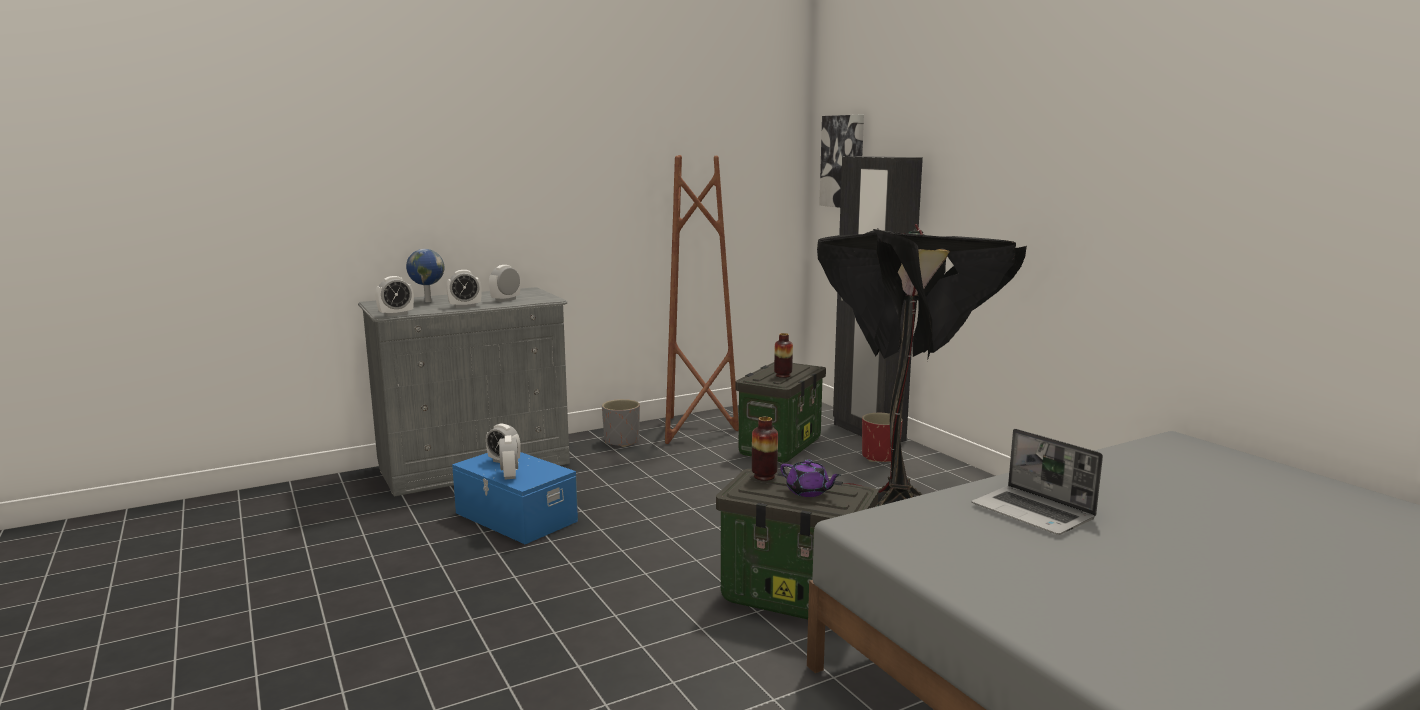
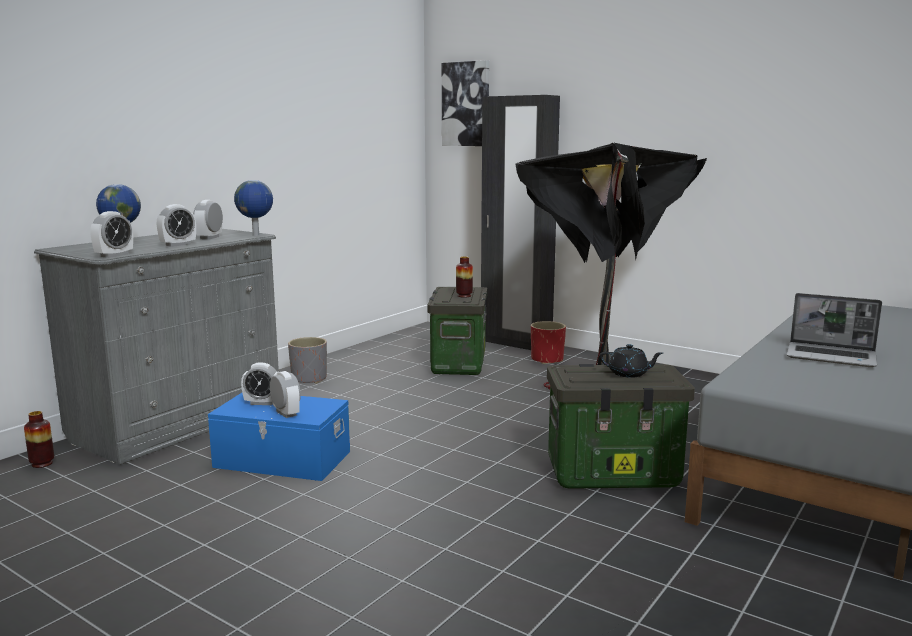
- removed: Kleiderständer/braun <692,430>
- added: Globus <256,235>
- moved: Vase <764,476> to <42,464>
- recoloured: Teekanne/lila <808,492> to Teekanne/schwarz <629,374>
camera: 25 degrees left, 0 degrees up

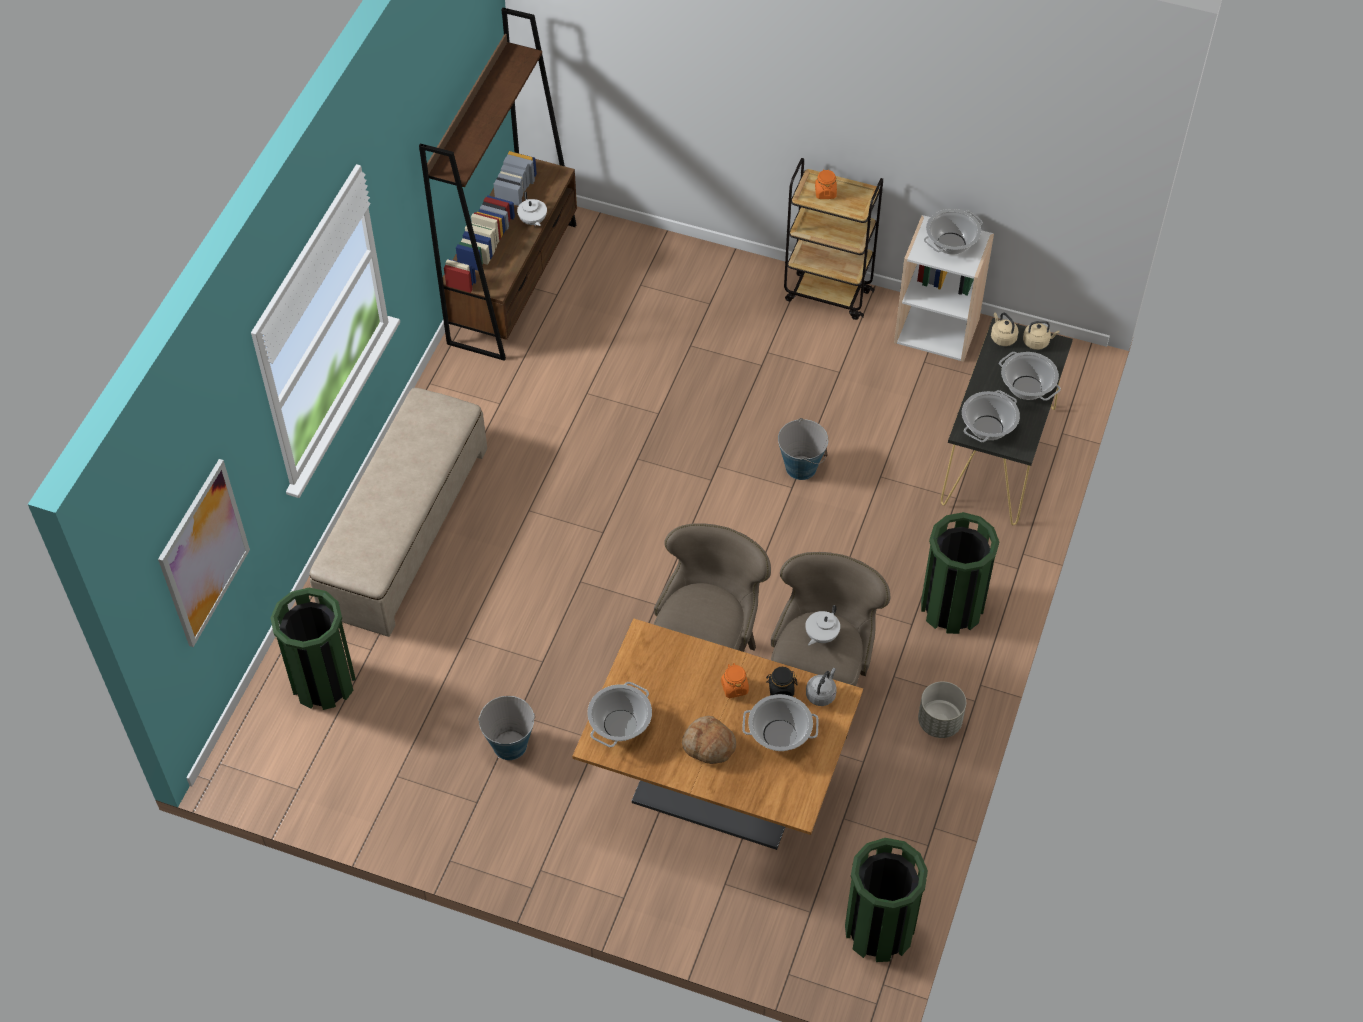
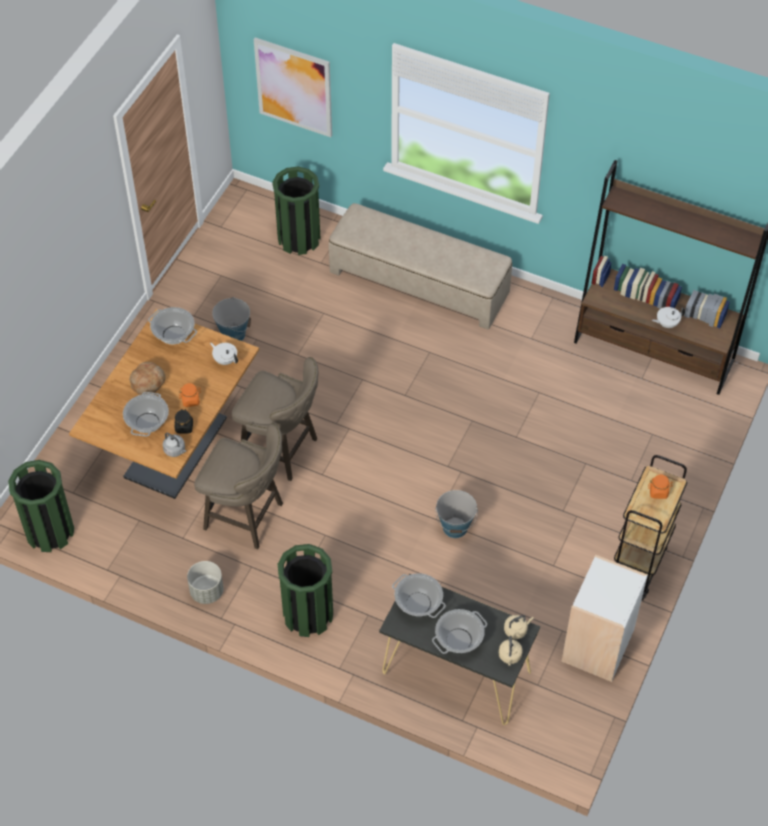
- removed: Kochtopf <951,243>
- moved: Teekanne/weiß <821,635> to <225,360>
camera: 95 degrees right, 0 degrees up

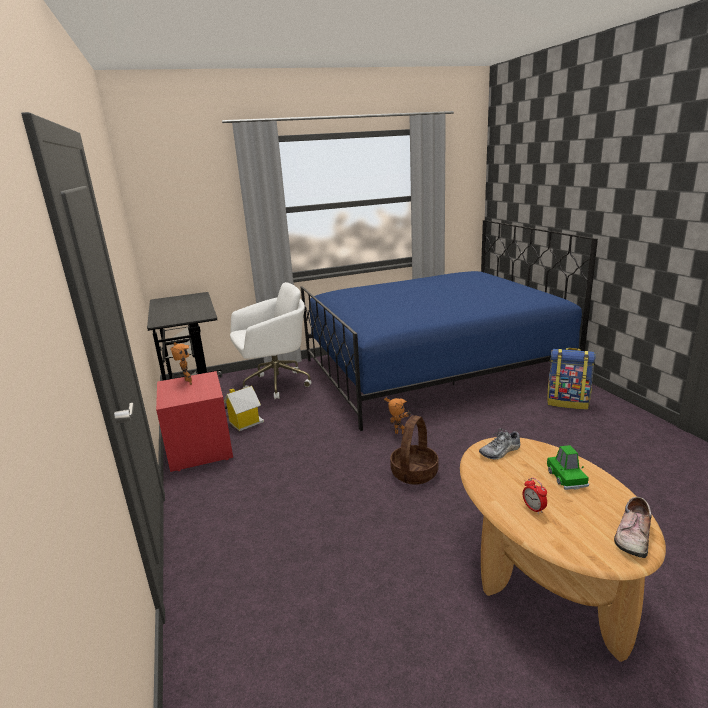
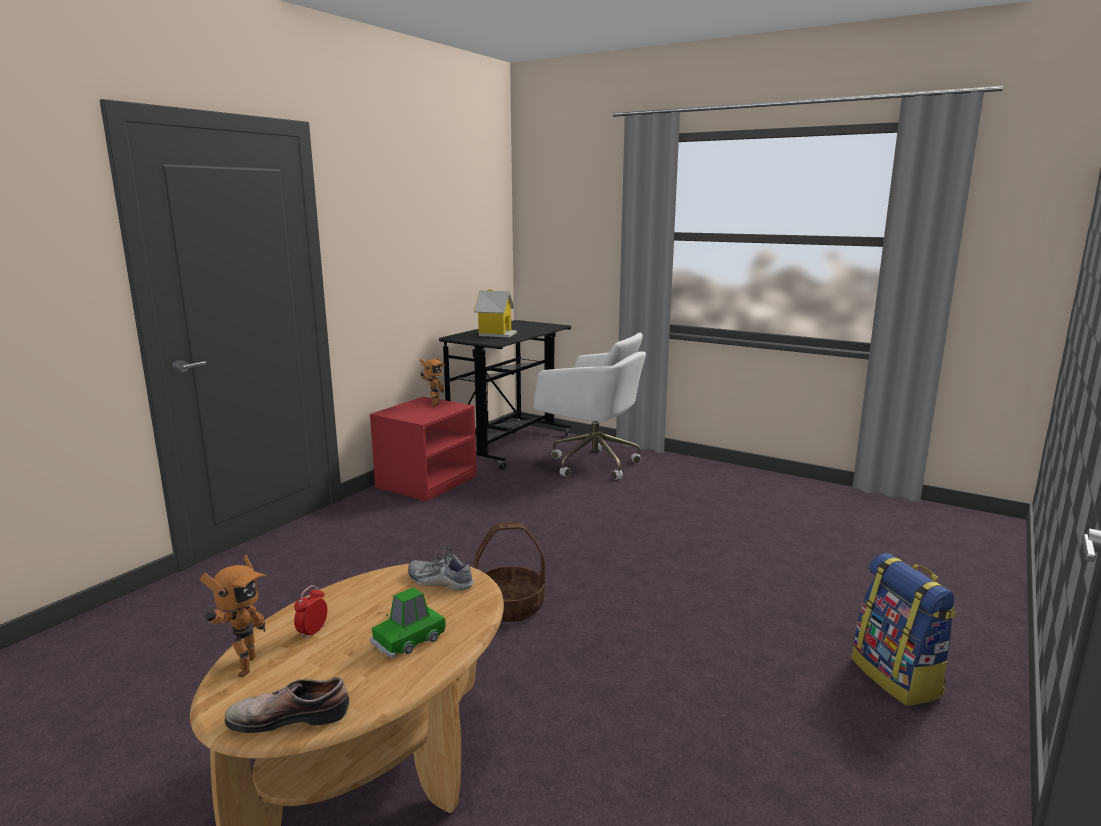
- removed: Bett/blau <434,369>
- moved: Spielzeughaus <245,422> to <496,334>
- moved: Spielzeugroboter <399,435> to <242,667>
camera: 50 degrees right, 5 degrees down

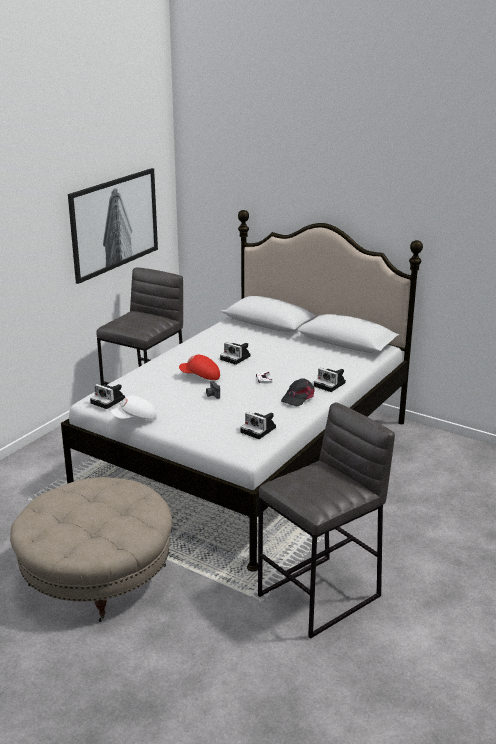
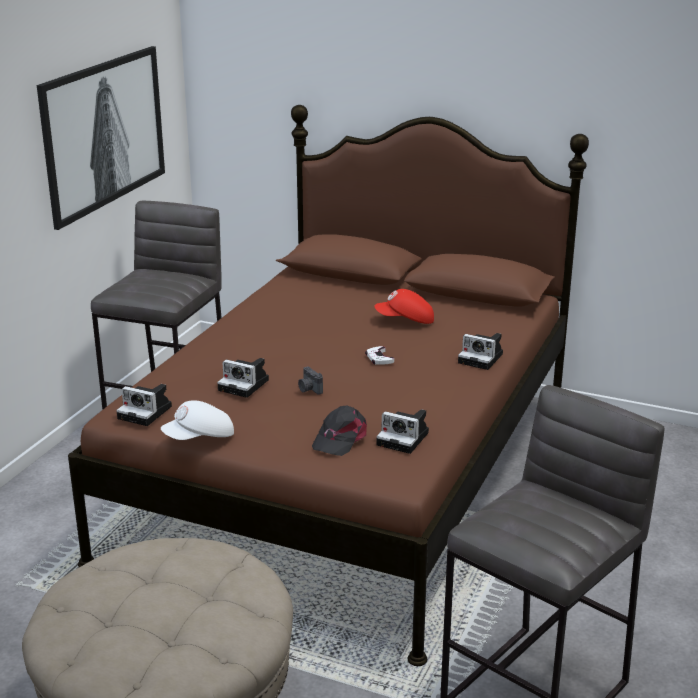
- moved: Kappe/rot <200,376> to <405,321>
- moved: Kamera <236,358> to <245,385>
- moved: Kappe/schwarz <298,397> to <340,438>
- recoloured: Bett/weiß <248,455> to Bett/braun <350,477>
camera: 10 degrees left, 0 degrees up

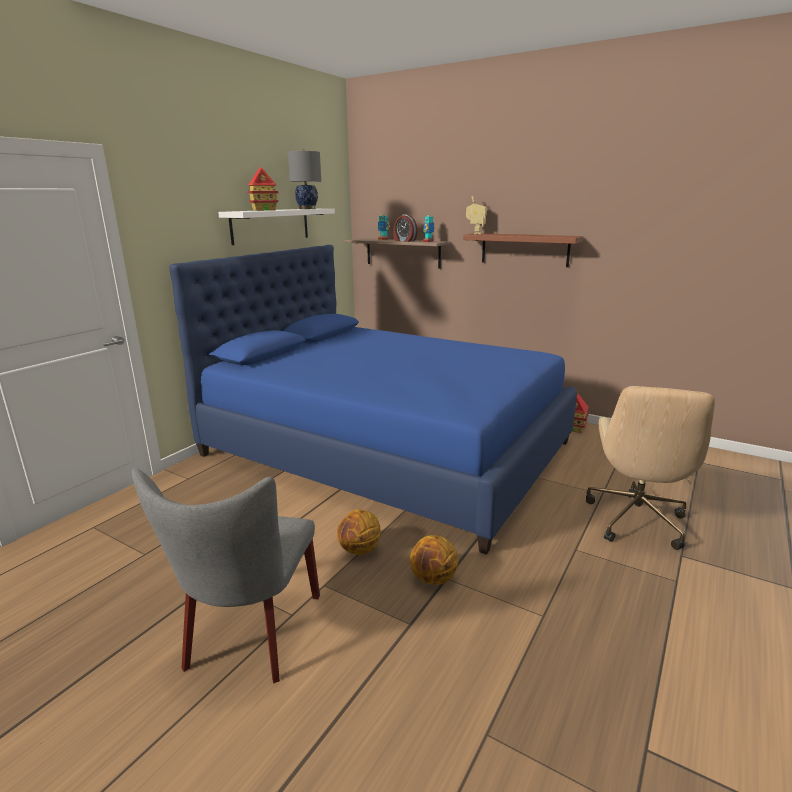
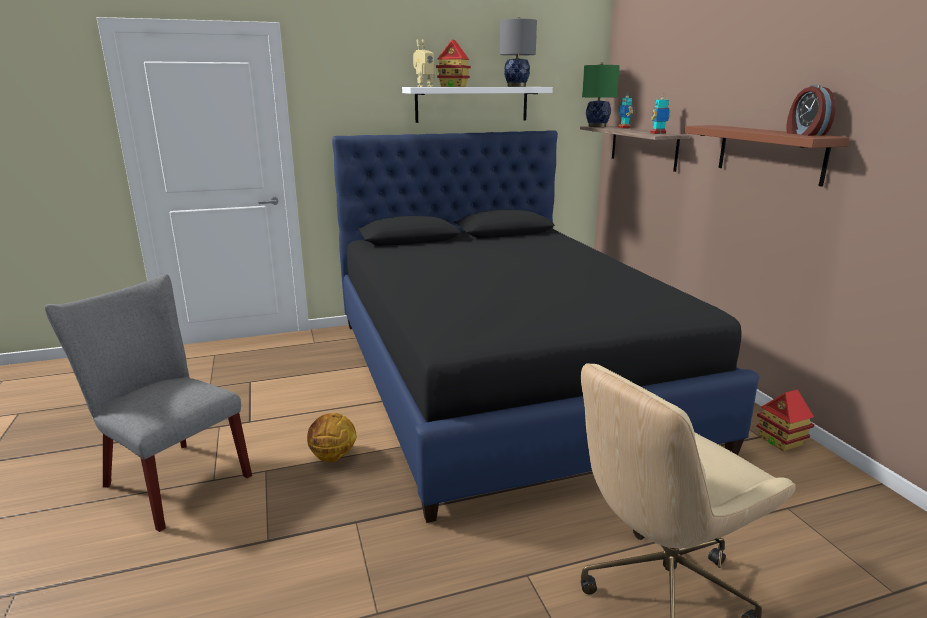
- removed: Basketball <433,579>
- added: Tischlampe/grün <597,126>
- moved: Wecker <404,241> to <805,134>
- moved: Spielzeugroboter <475,233> to <423,86>
- recoloured: Bett/blau <386,448> to Bett/schwarz <503,377>
- turned: Stuhl/grau <250,637> = <170,479> 75 degrees clockwise
camera: 40 degrees right, 0 degrees up

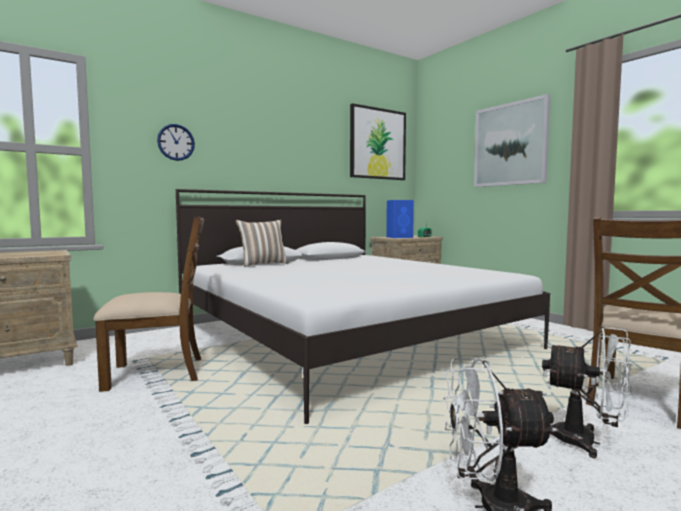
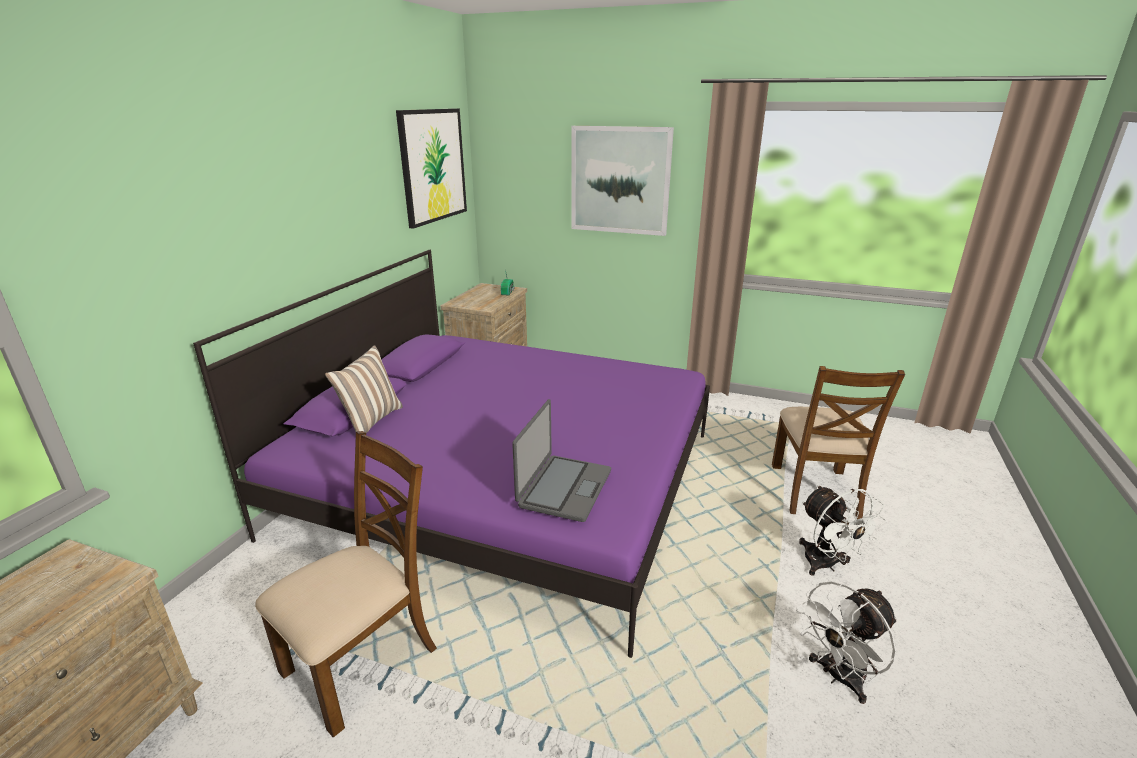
- removed: Wanduhr <176,142>
- removed: Lautsprecher/blau <400,237>
- added: Laptop <564,488>
- recoloured: Bett/weiß <347,337> to Bett/lila <507,482>
- turned: Ventilator/weiß <586,442> = <826,565> 75 degrees clockwise
camera: 35 degrees left, 20 degrees up

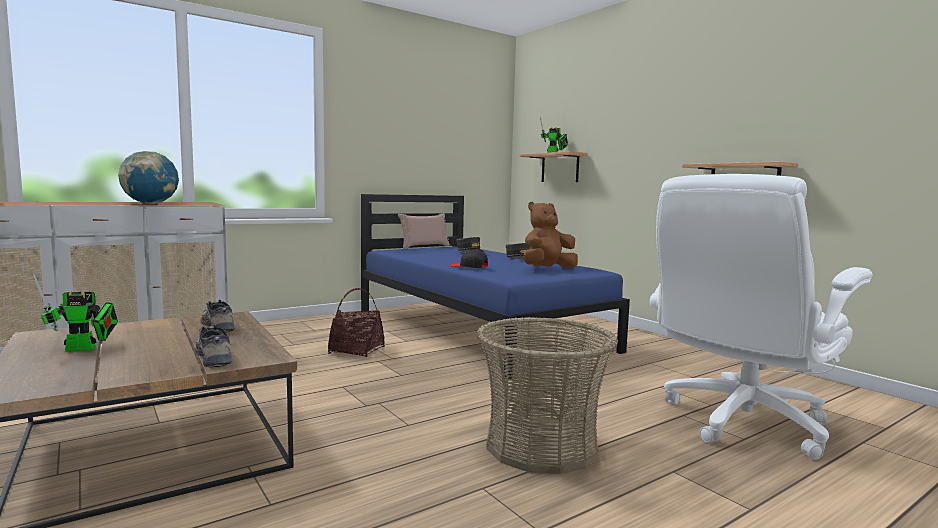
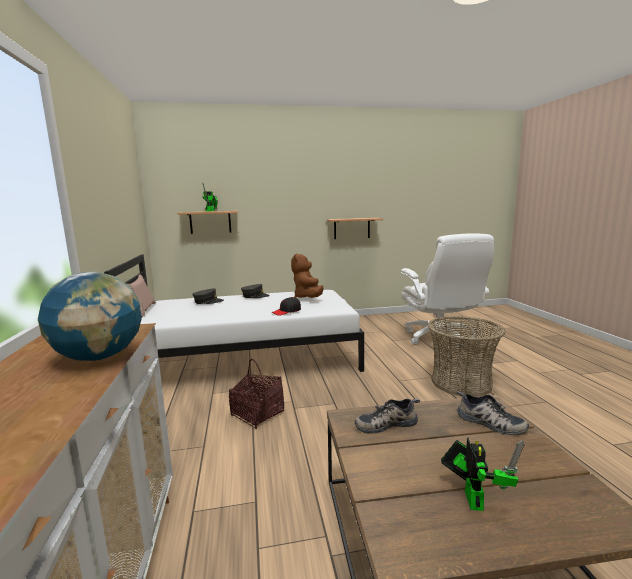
- recoloured: Bett/blau <477,329> to Bett/weiß <248,359>
- turned: Schuh <215,356> = <489,423> 135 degrees counterclockwise
camera: 65 degrees left, 5 degrees up

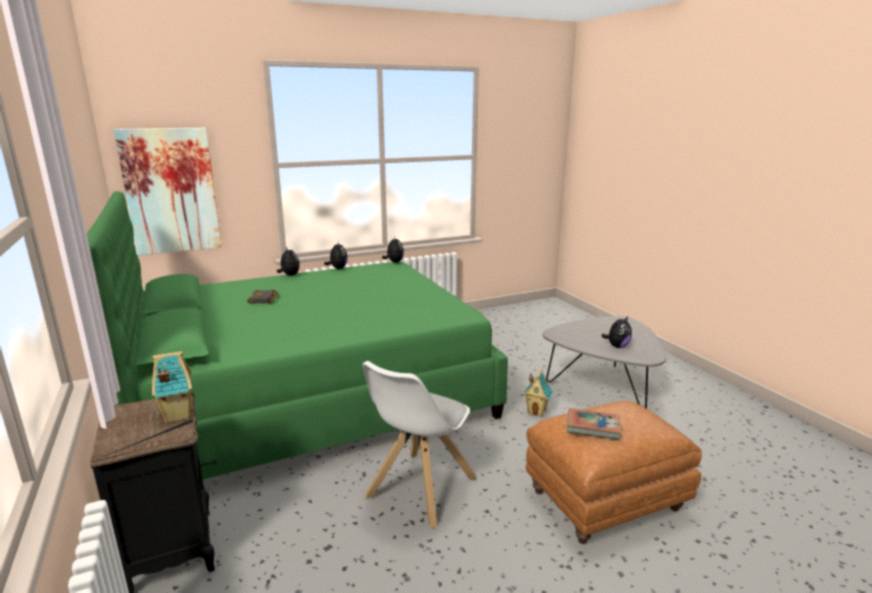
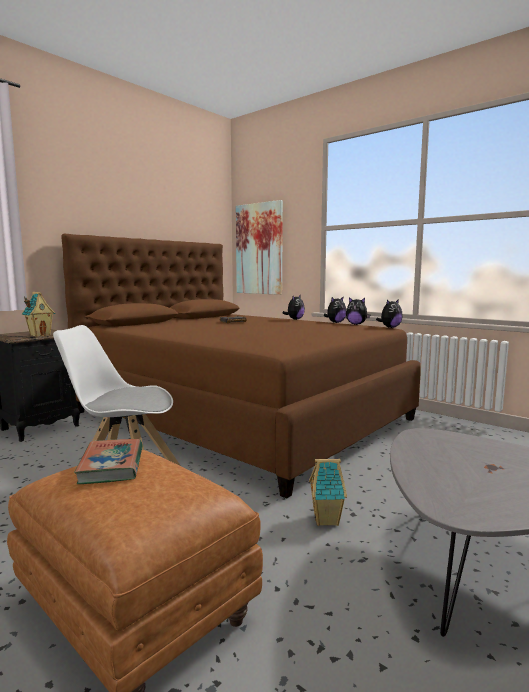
- moved: Plüschtier <617,346> to <356,324>
- recoloured: Bett/grün <312,396> to Bett/braun <241,415>
camera: 65 degrees right, 10 degrees down

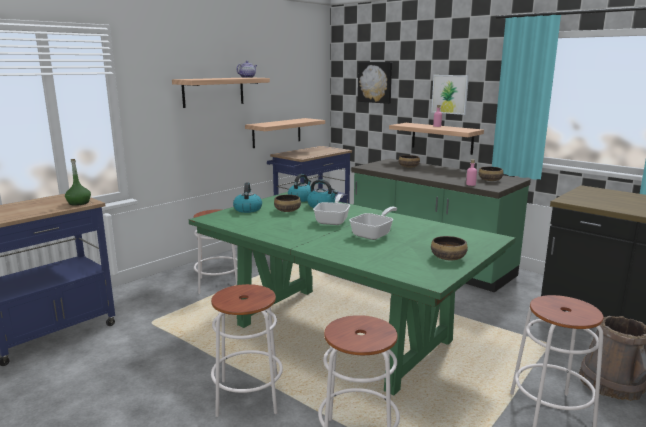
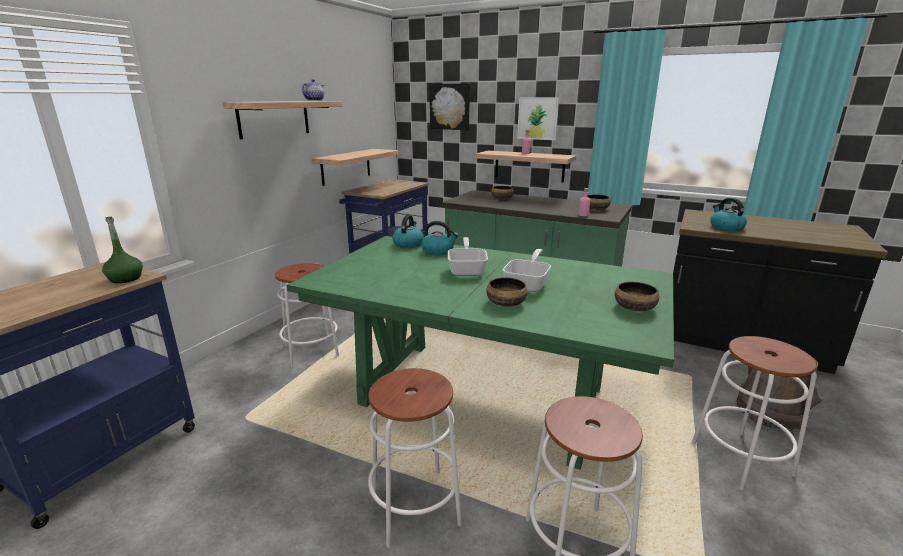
- moved: Wasserkessel <247,209> to <725,227>
- moved: Schüssel <287,210> to <506,302>
camera: 15 degrees left, 5 degrees up

